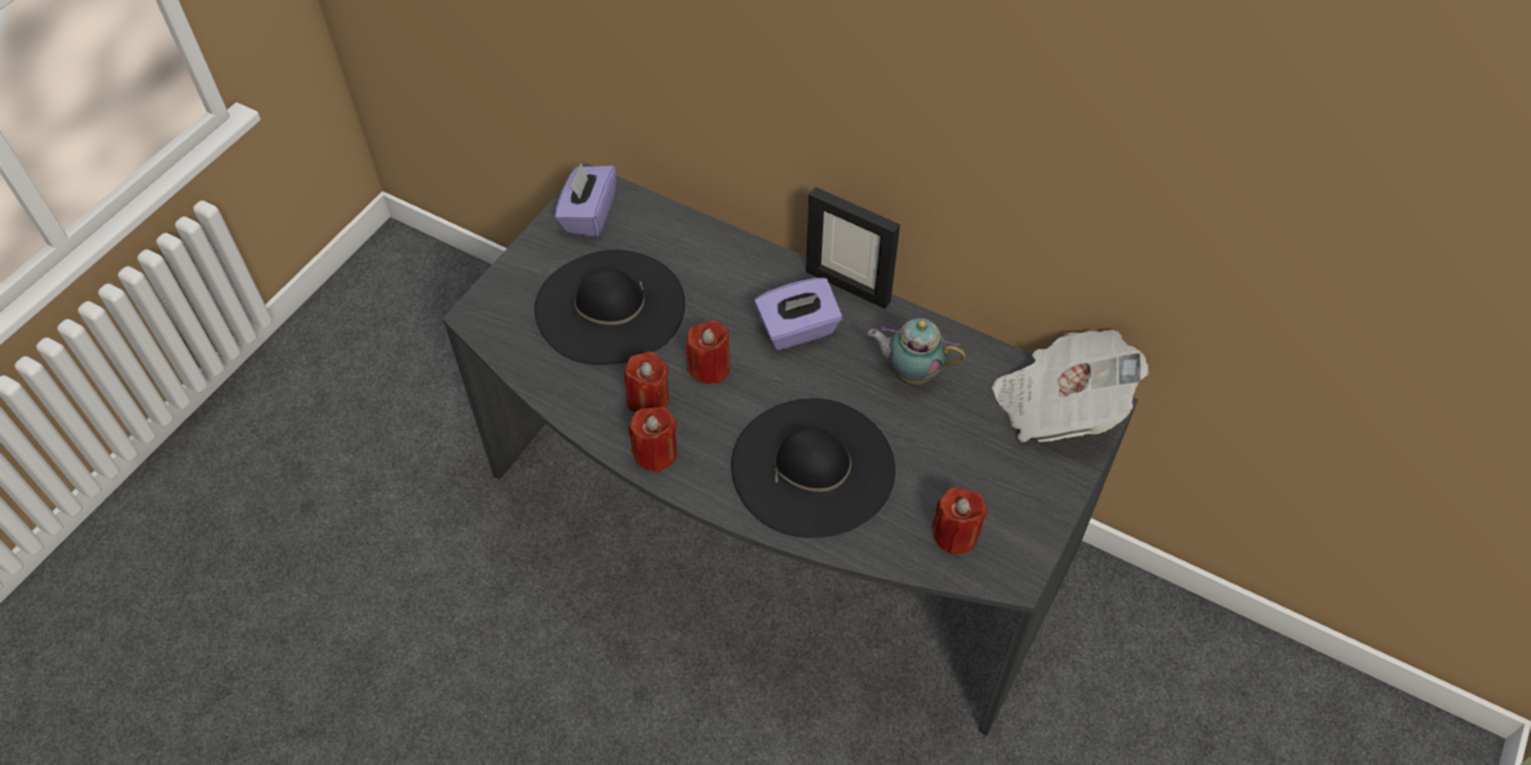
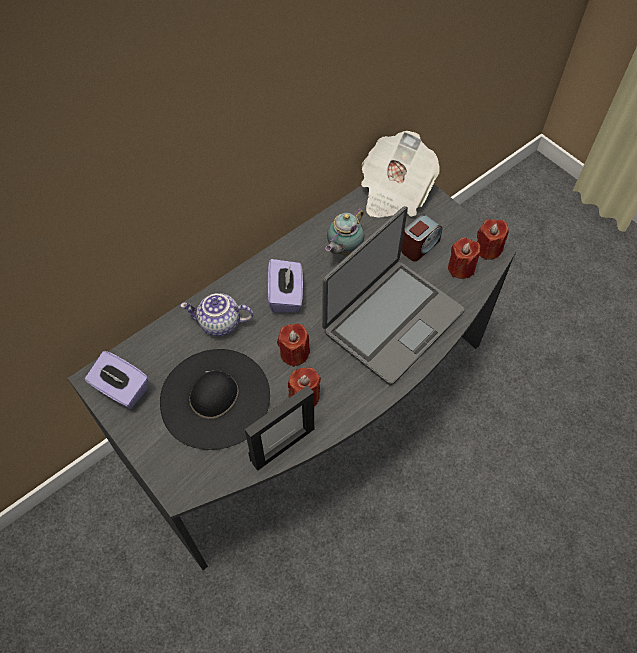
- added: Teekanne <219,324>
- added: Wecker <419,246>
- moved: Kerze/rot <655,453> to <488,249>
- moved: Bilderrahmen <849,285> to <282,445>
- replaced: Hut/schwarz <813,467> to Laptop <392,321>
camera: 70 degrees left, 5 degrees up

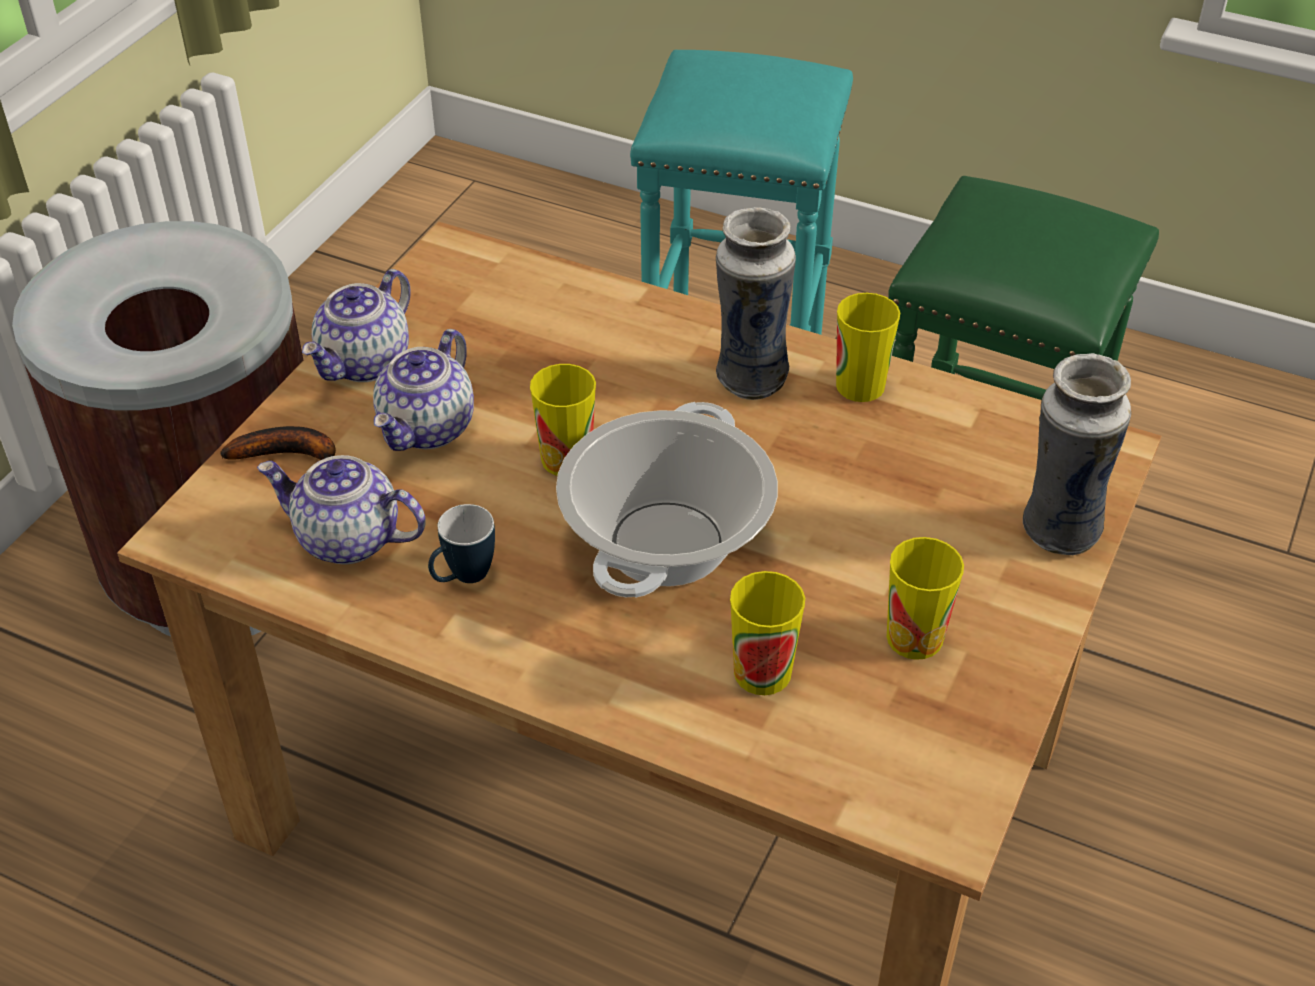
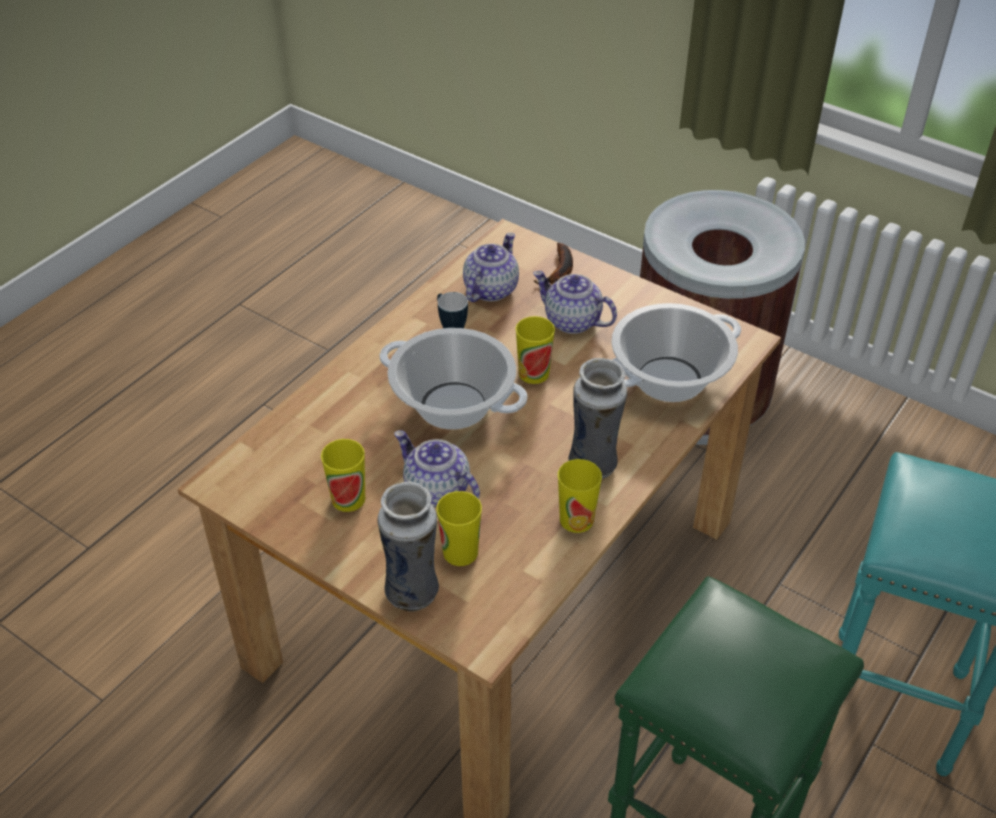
- added: Kochtopf <669,379>
- moved: Teekanne <365,363> to <436,490>
- moved: Tasse <762,672> to <460,552>
camera: 100 degrees right, 0 degrees up

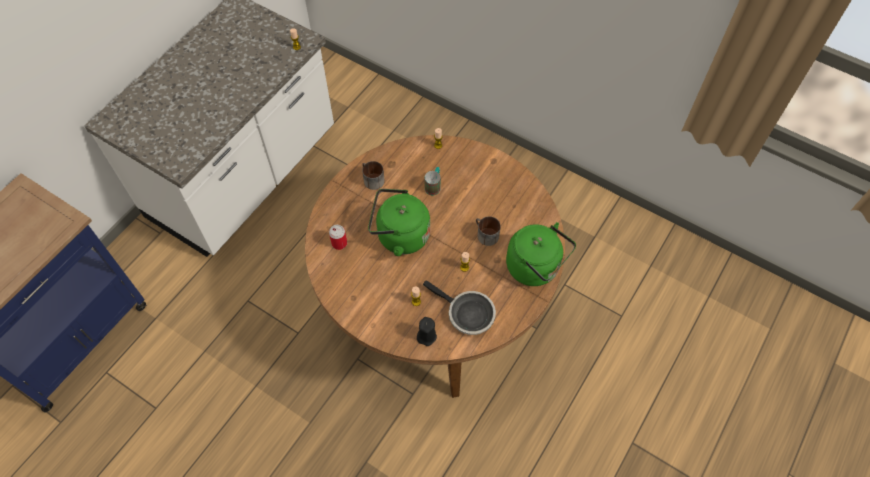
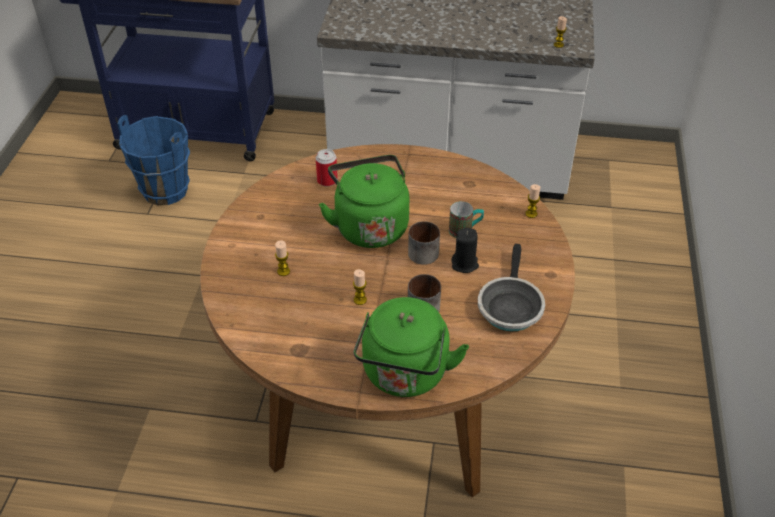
- added: Eimer/blau <165,190>
- moved: Henkelbecher <371,180> to <424,250>
- moved: Kerze/schwarz <426,336> to <465,264>
- moved: Pfanne <467,314> to <509,306>
camera: 65 degrees right, 15 degrees down

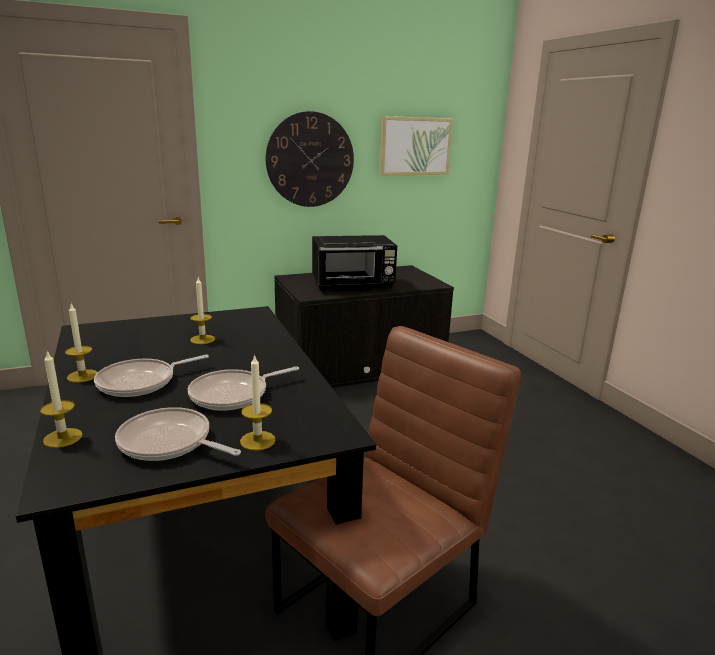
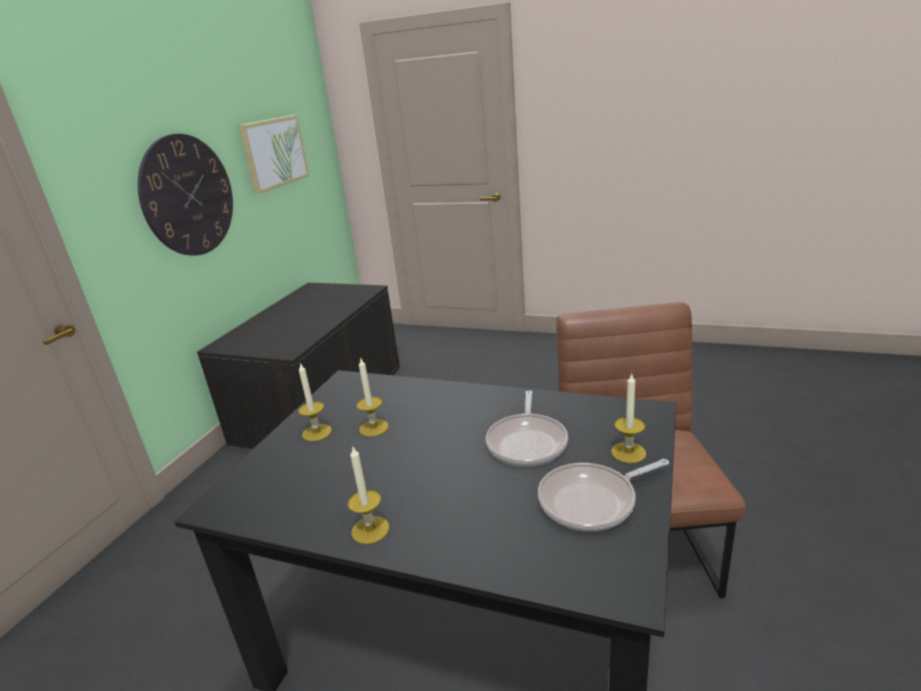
- removed: Pfanne <141,382>
- removed: Mikrowelle/schwarz <353,285>
- moved: Kerze <63,438> to <317,432>
camera: 45 degrees left, 5 degrees up

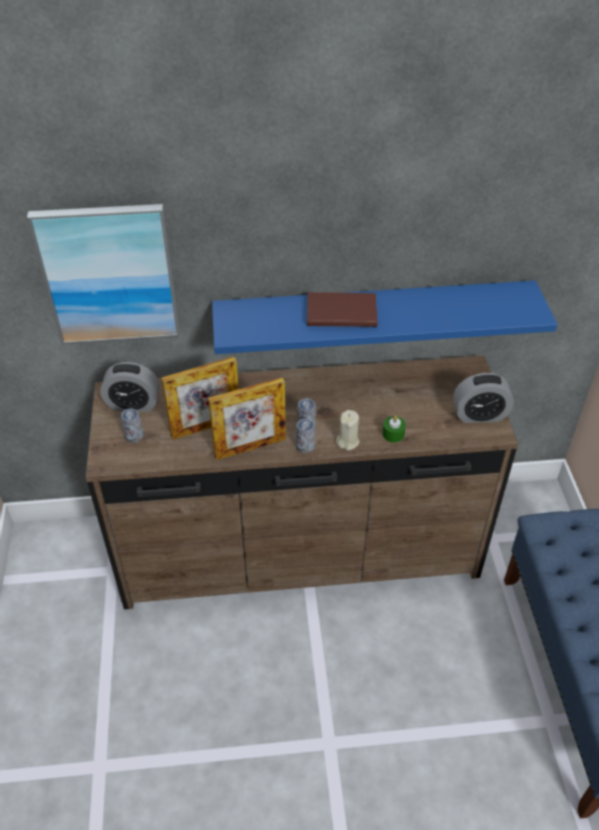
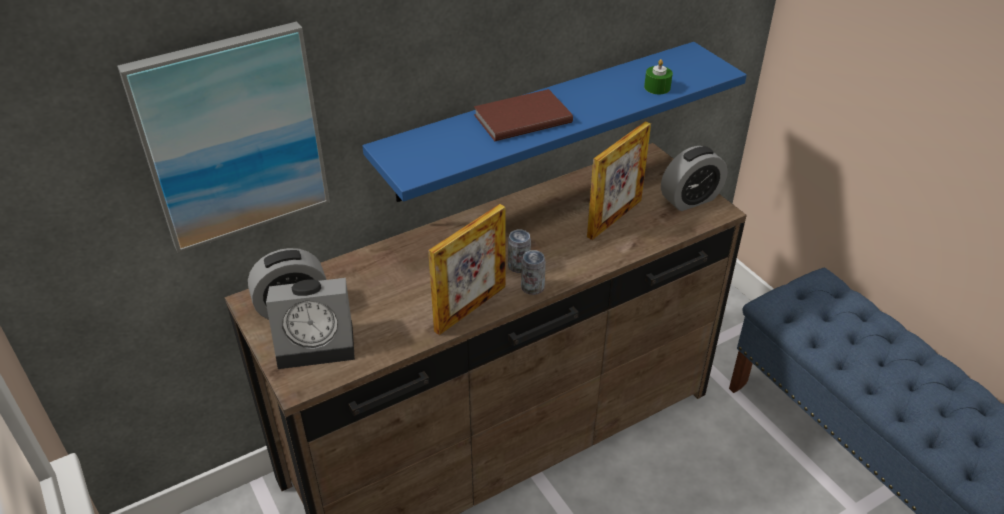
- removed: Kerze/beige <347,441>
- moved: Bilderrahmen <206,427> to <614,218>
- moved: Kerze/grün <393,434> to <657,87>
- replaced: Dose <134,437> to Wecker <318,342>
camera: 25 degrees left, 5 degrees down

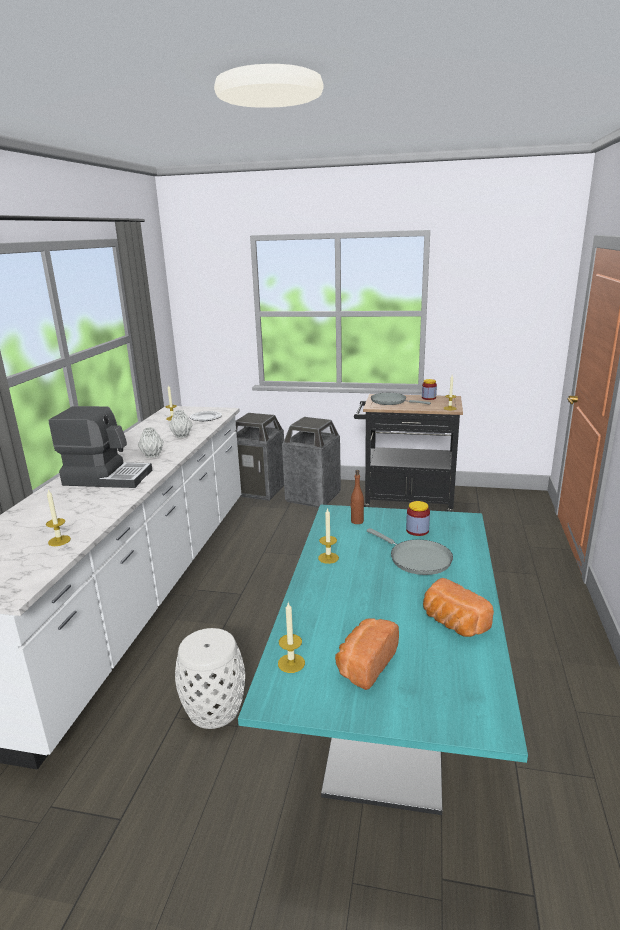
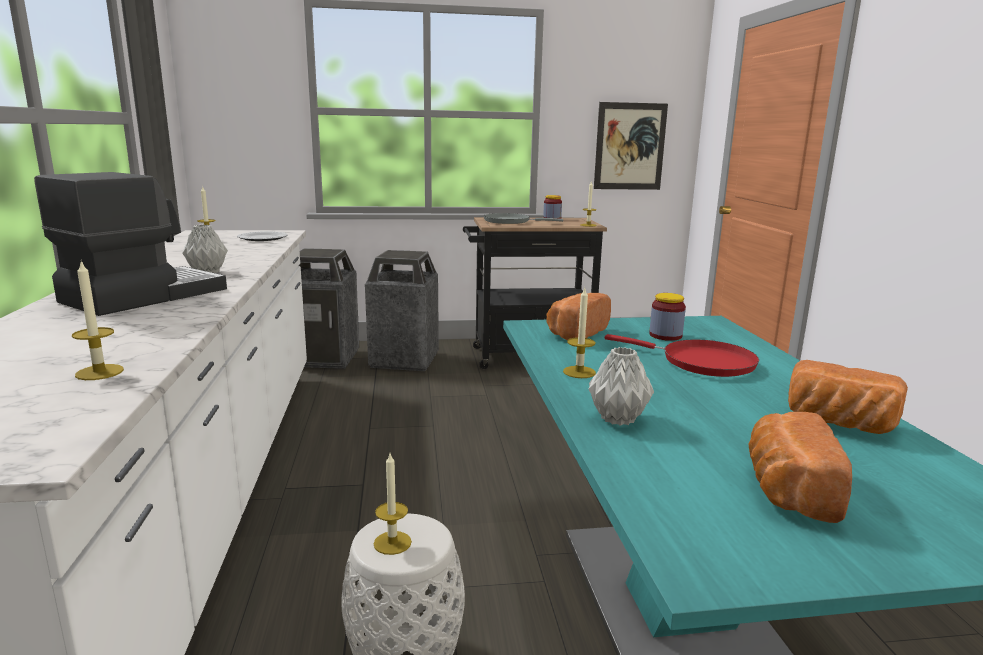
- added: Bild <630,146>
- moved: Vase/grau <182,436> to <618,418>
- moved: Kerze <291,663> to <392,543>
- replaced: Flasche/braun <357,521> to Brot <575,333>
- recoloured: Pfanne/grau <416,559> to Pfanne/rot <701,362>
- turned: Kaffeemaschine <107,477> = <143,295> 45 degrees counterclockwise
camera: 20 degrees left, 5 degrees down

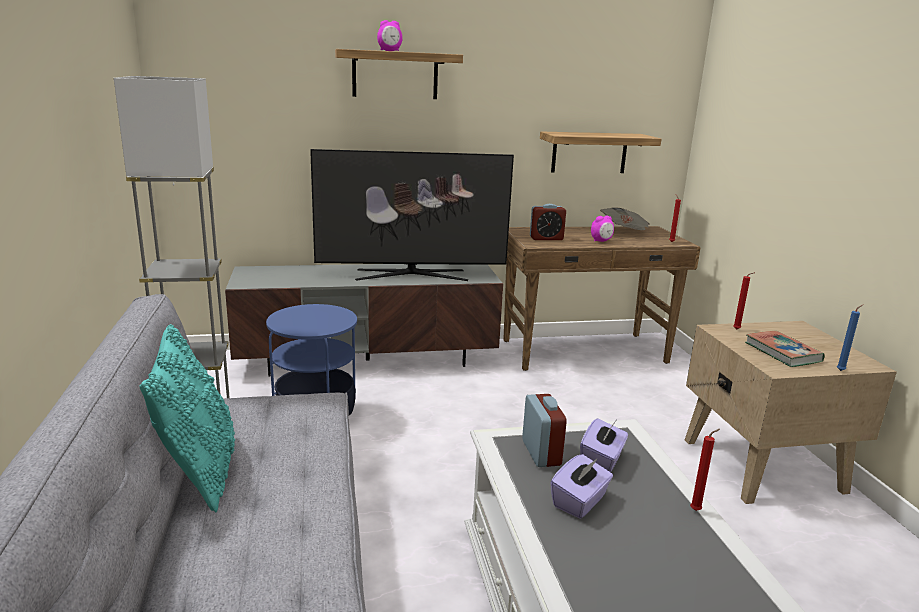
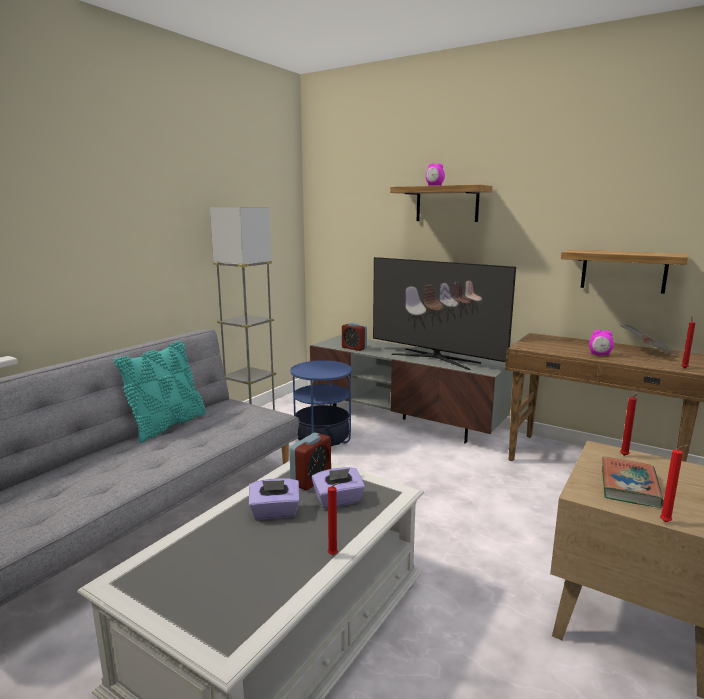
- moved: Wecker <546,238> to <354,348>
- recoloured: Kerze/blau <841,370> to Kerze/rot <667,522>
camera: 45 degrees right, 5 degrees down

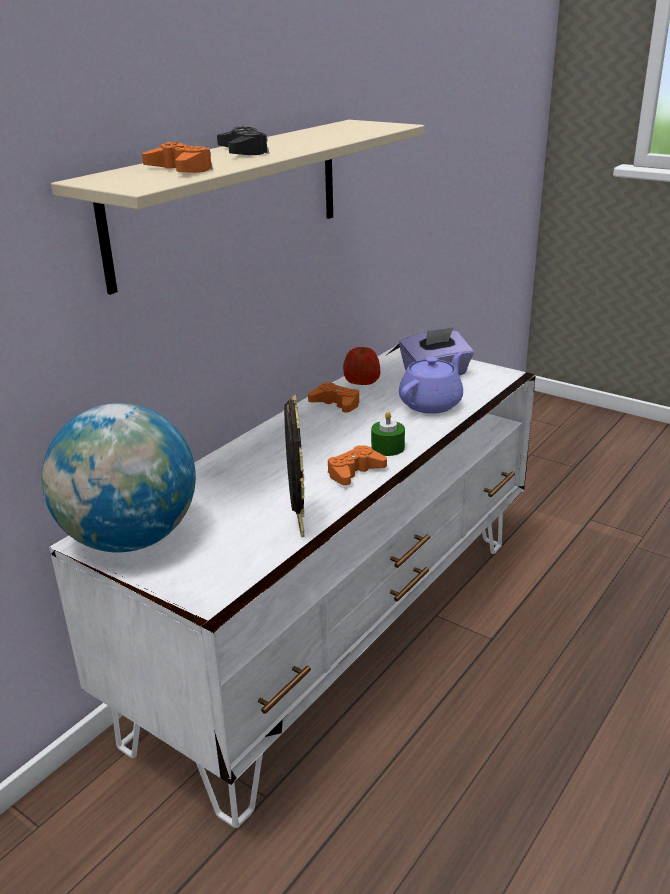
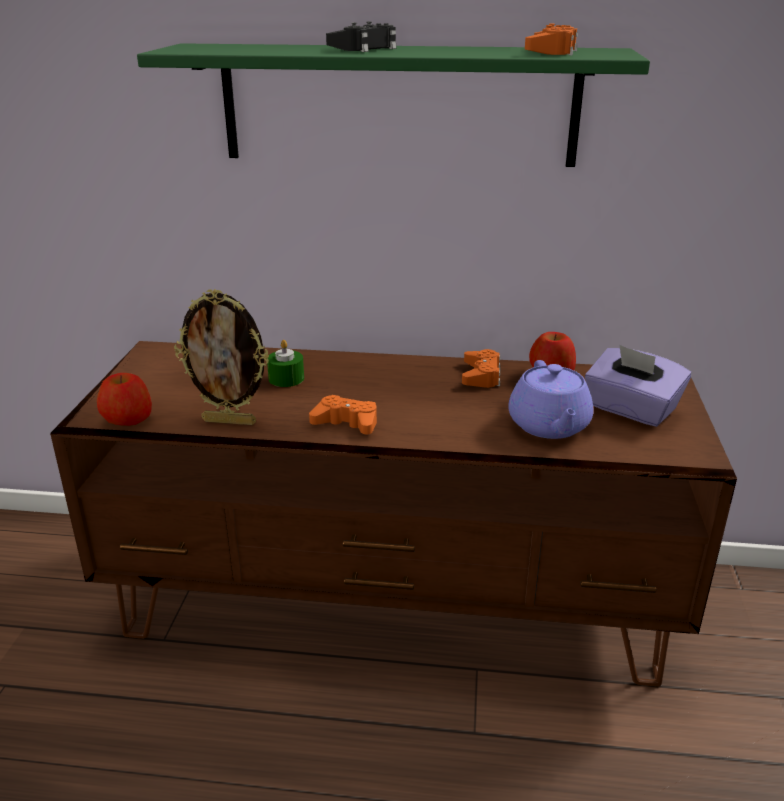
- removed: Globus <130,539>
- added: Apfel <127,419>
- moved: Gamepad/orange <180,169> to <551,52>
- moved: Kerze/grün <388,447> to <286,378>
- recoloured: Fernsehschrank/weiß <340,632> to Fernsehschrank/braun <393,605>
- recoloured: Wandregal/beige <230,199> to Wandregal/grün <398,105>
- turned: Bilderrahmen <298,523> = <230,421> 45 degrees clockwise
- turned: Teekanne/lila <431,403> = <549,426> 75 degrees clockwise
camera: 60 degrees right, 0 degrees up

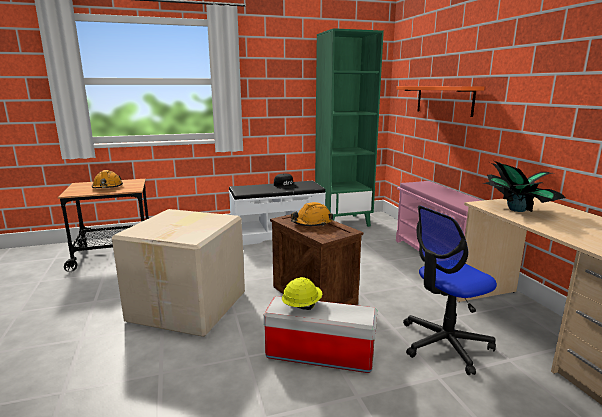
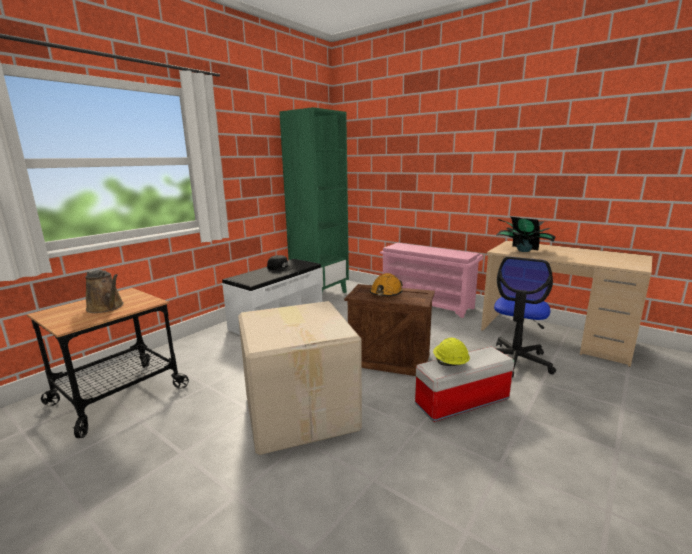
- removed: Wandregal/orange <444,100>
- replaced: Schutzhelm/orange <107,187> to Gießkanne/braun <107,307>
camera: 35 degrees left, 0 degrees up

